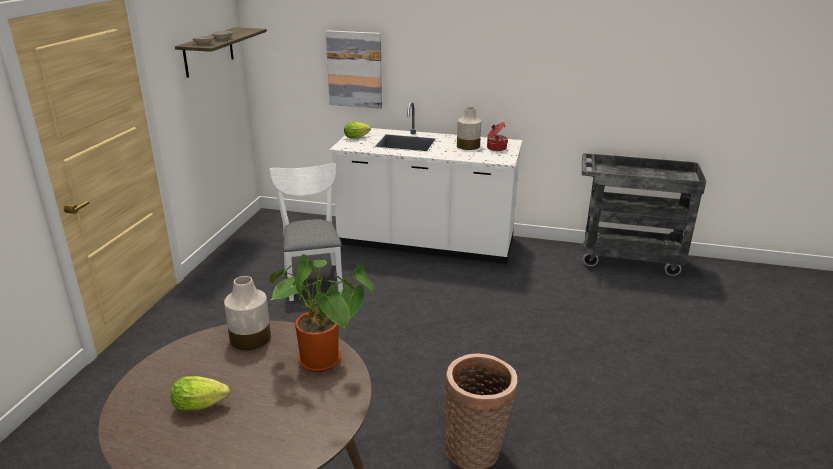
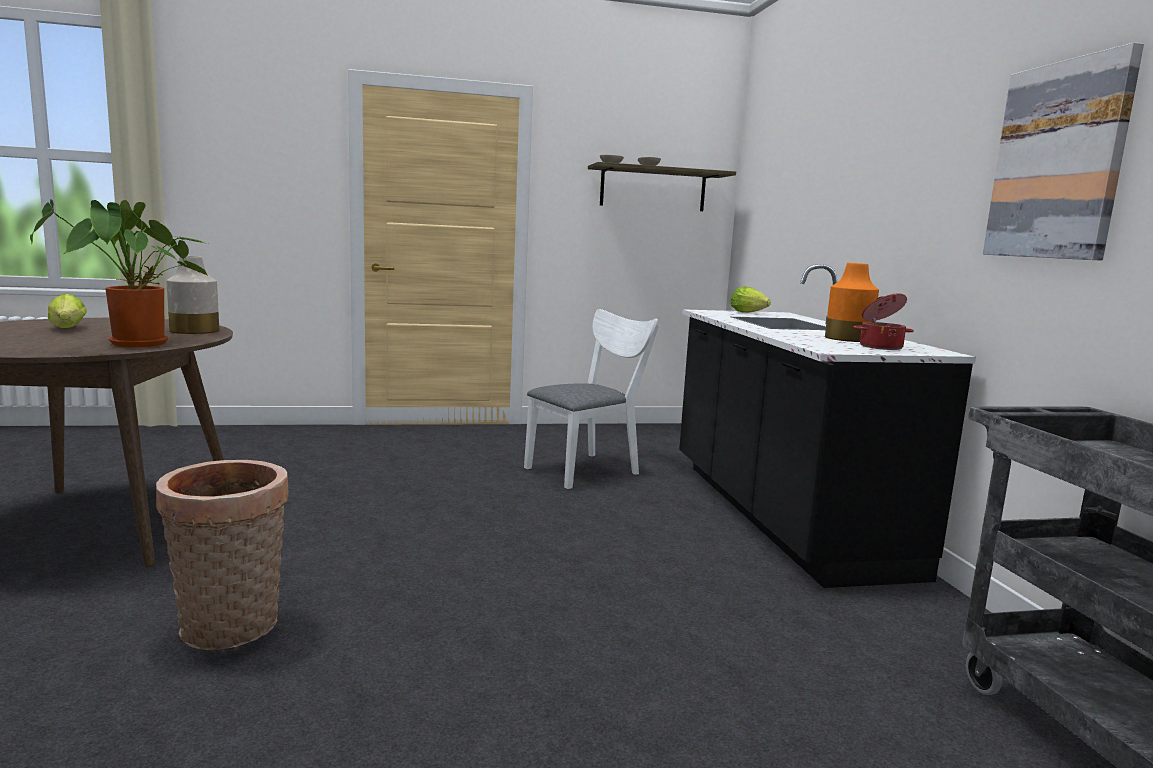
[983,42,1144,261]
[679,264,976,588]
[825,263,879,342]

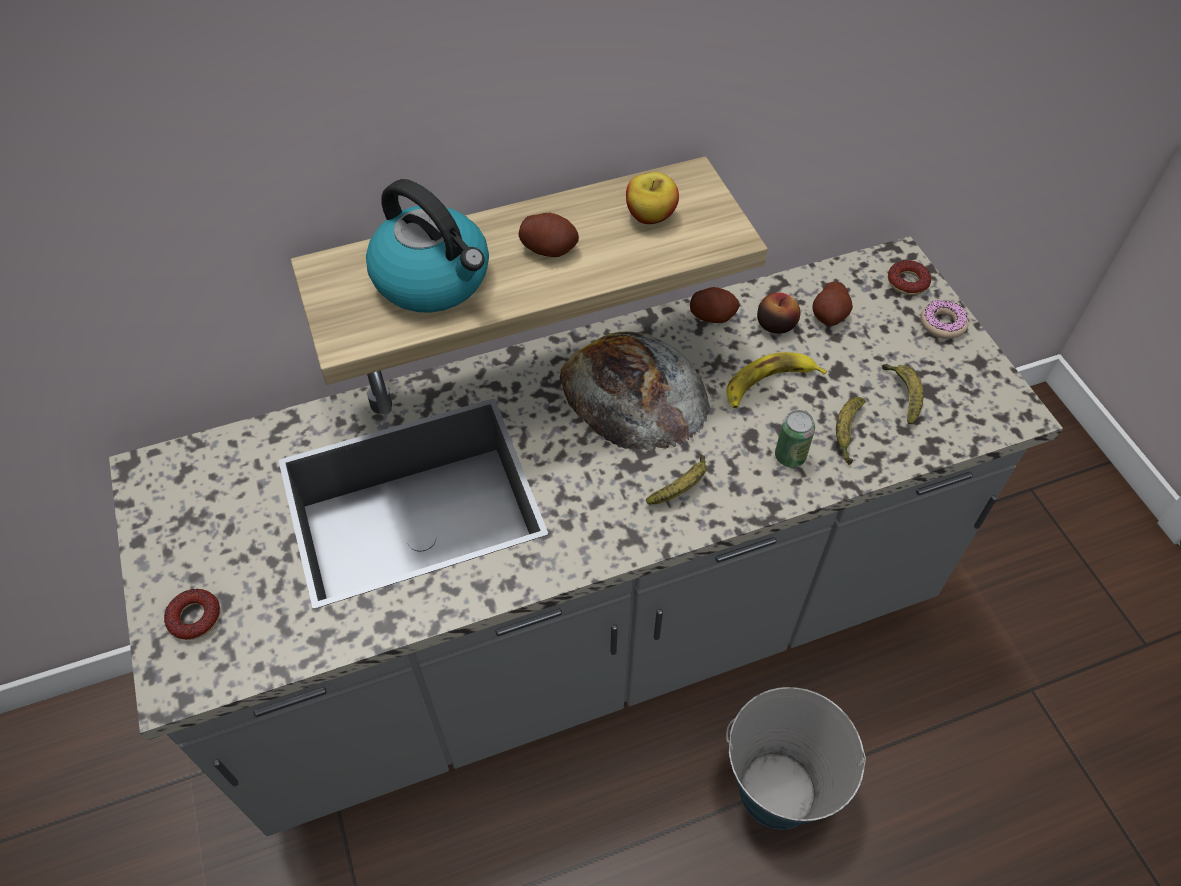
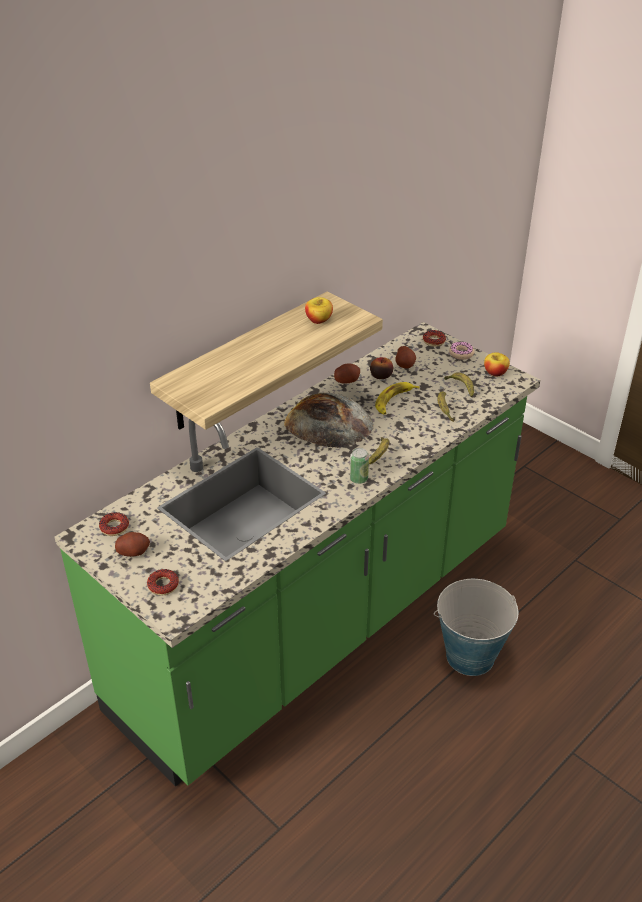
[54,322,540,787]
[366,179,489,313] (first image)
[115,532,150,557]
[350,448,369,484]
[99,512,129,536]
[484,352,510,376]

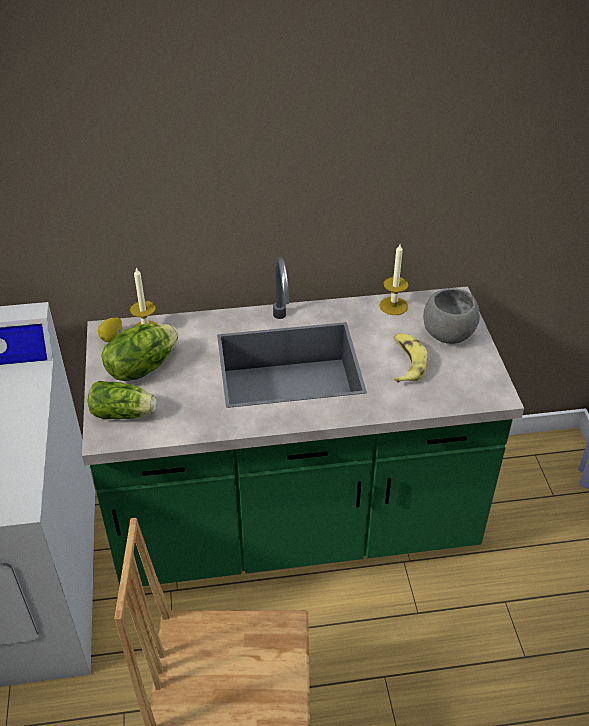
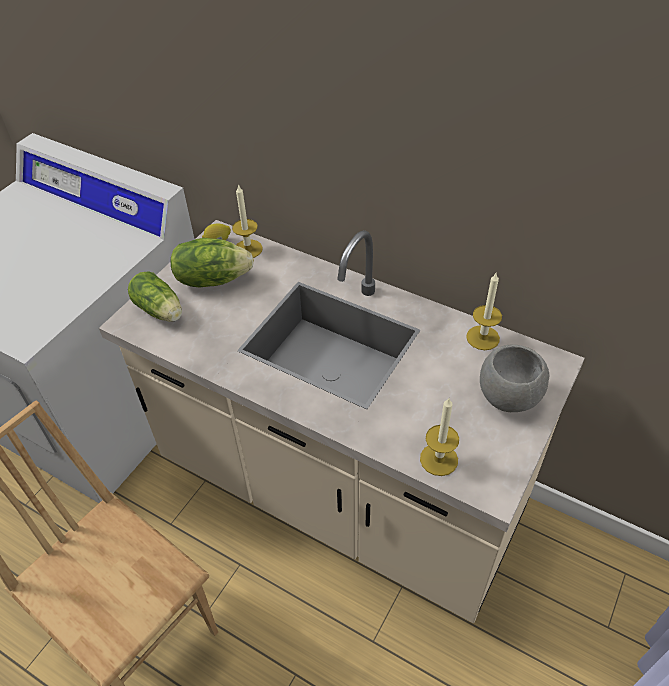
[99,220,585,623]
[394,333,428,383] (first image)
[420,398,459,476]

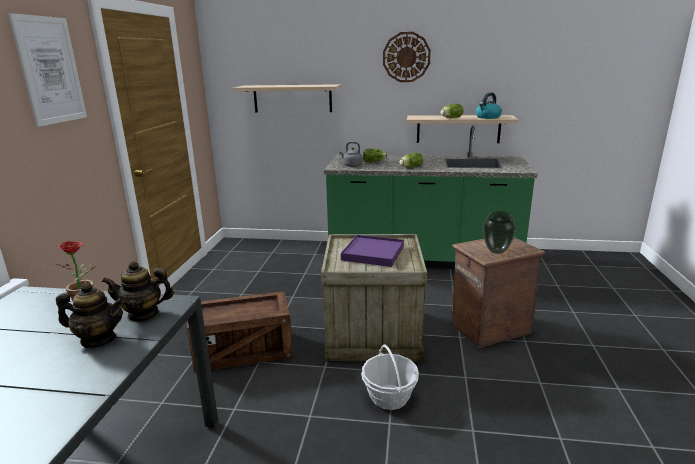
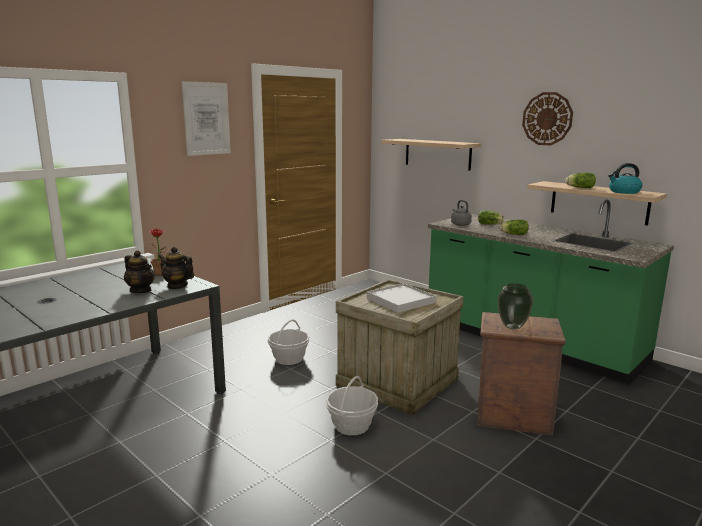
[268,319,309,365]
[367,283,436,313]

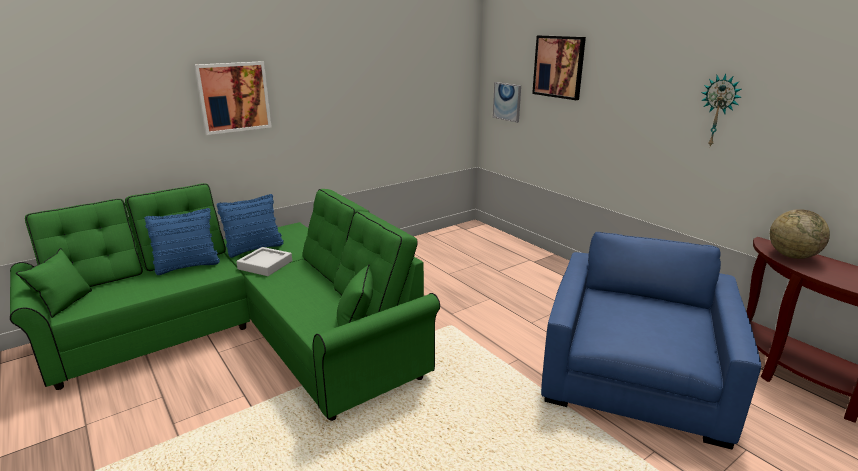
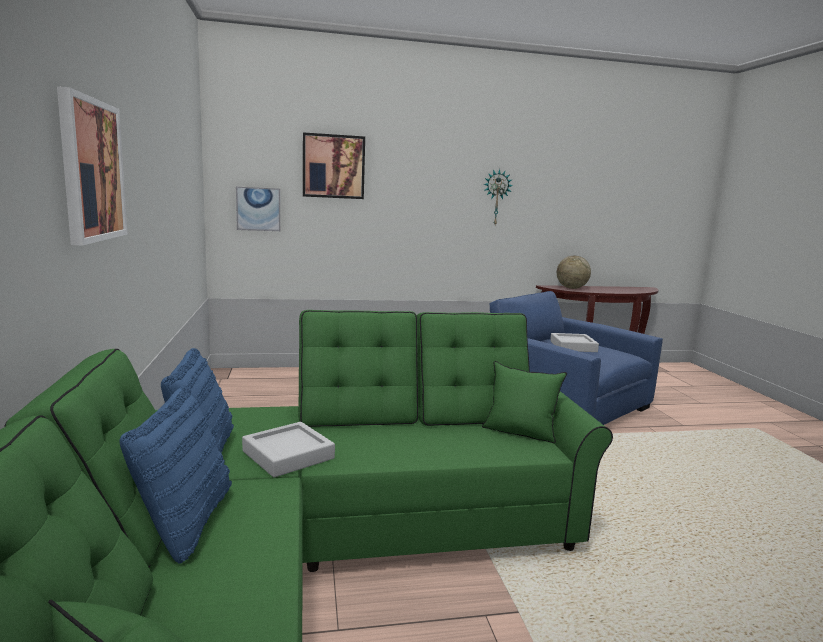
[550,333,599,352]

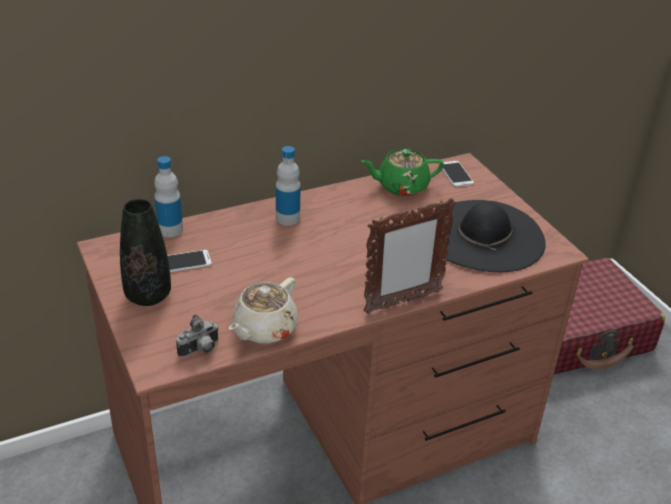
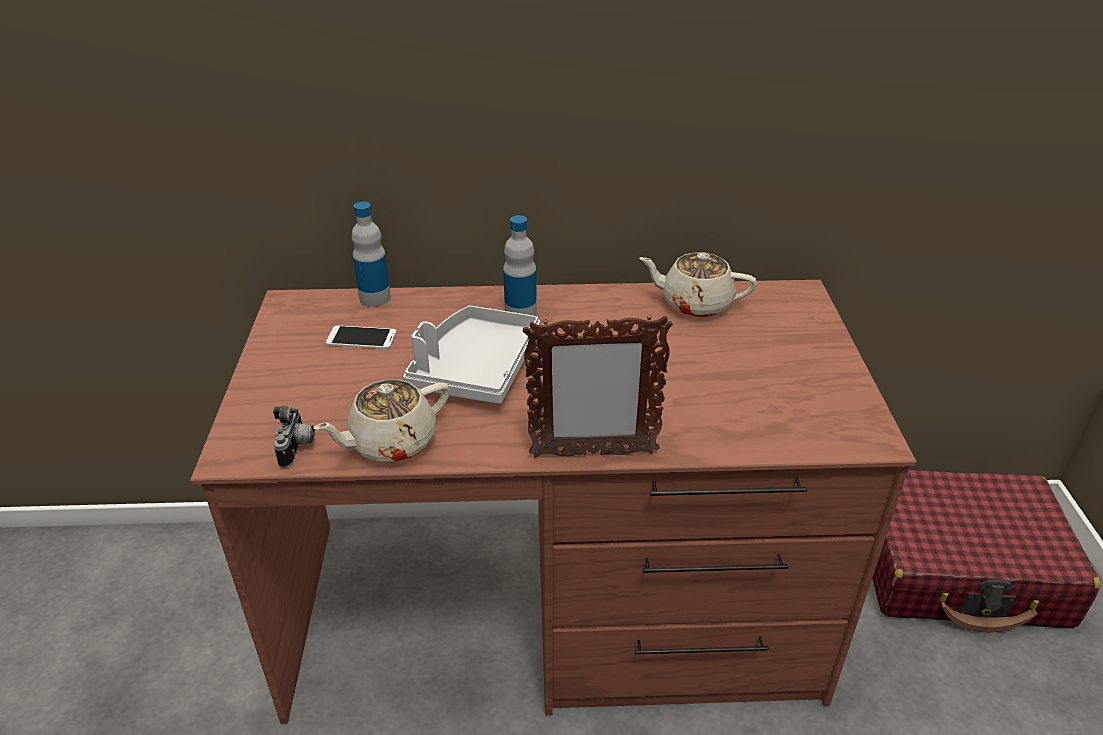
[120,199,171,306] (first image)
[273,406,315,468]
[639,252,757,318]
[429,200,546,272] (first image)
[439,161,474,187] (first image)
[403,305,540,404]

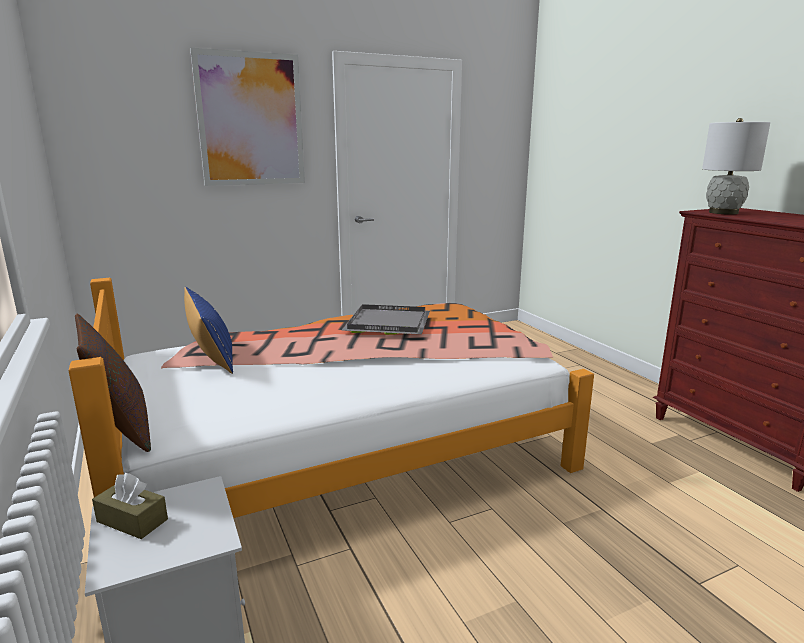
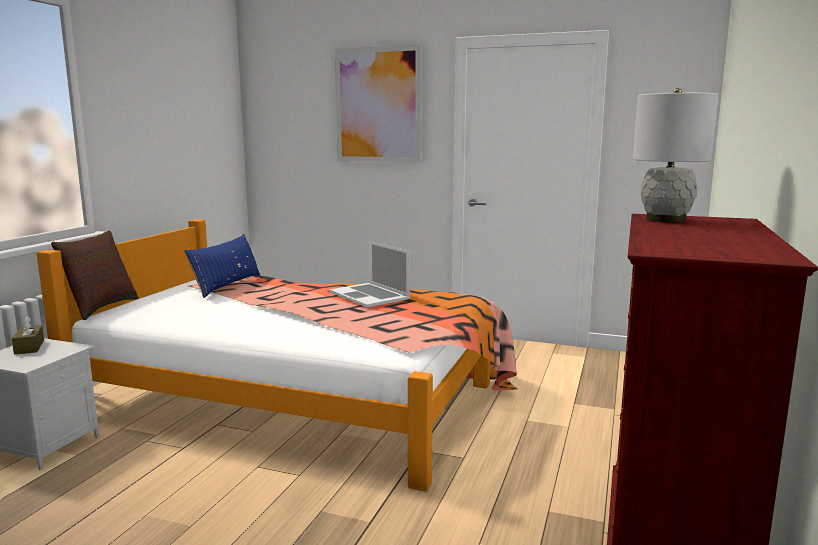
[329,241,410,308]

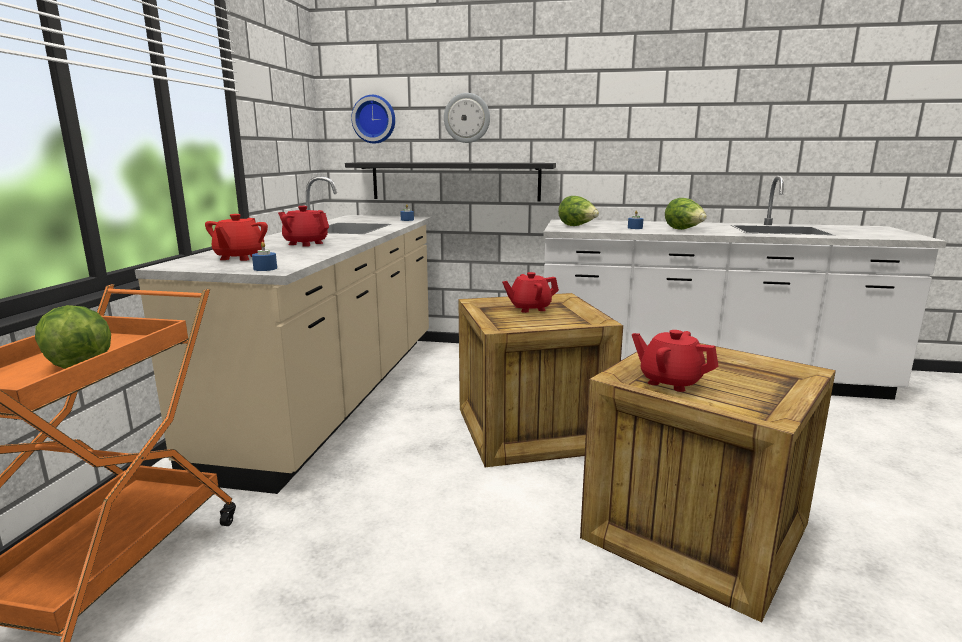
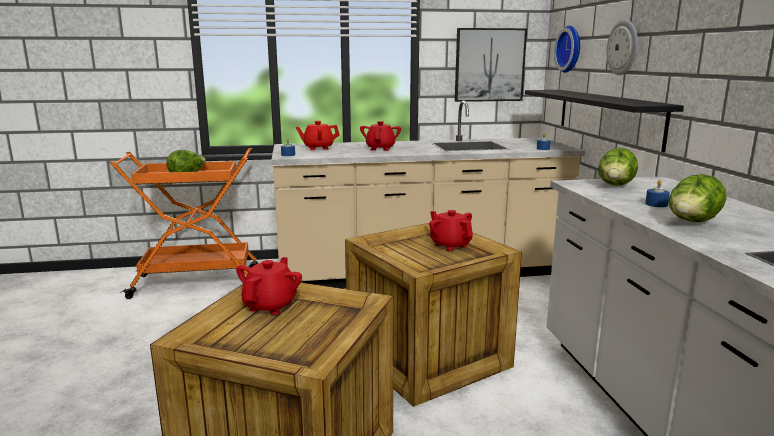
[455,28,527,102]

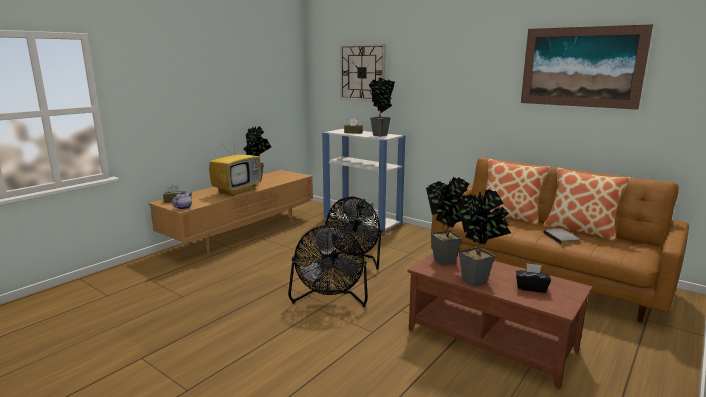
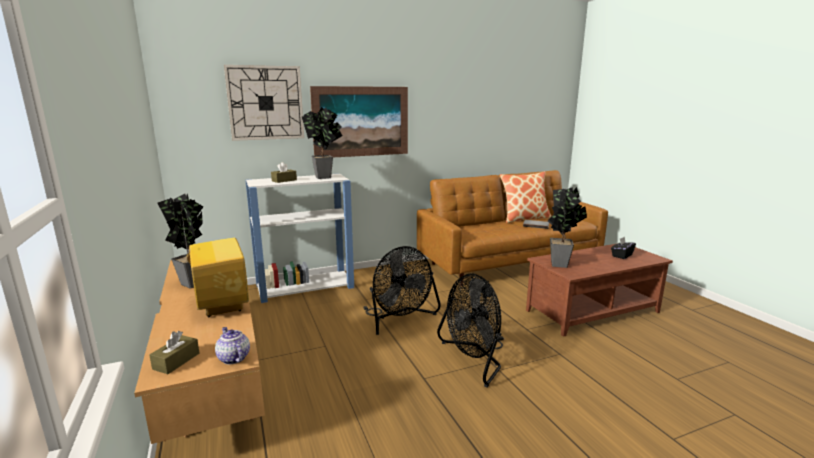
[437,273,505,388]
[458,189,511,286] (first image)
[486,158,552,226] (first image)
[310,86,408,157]

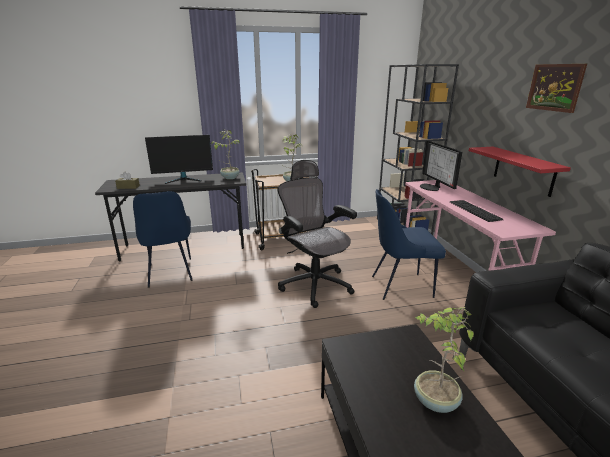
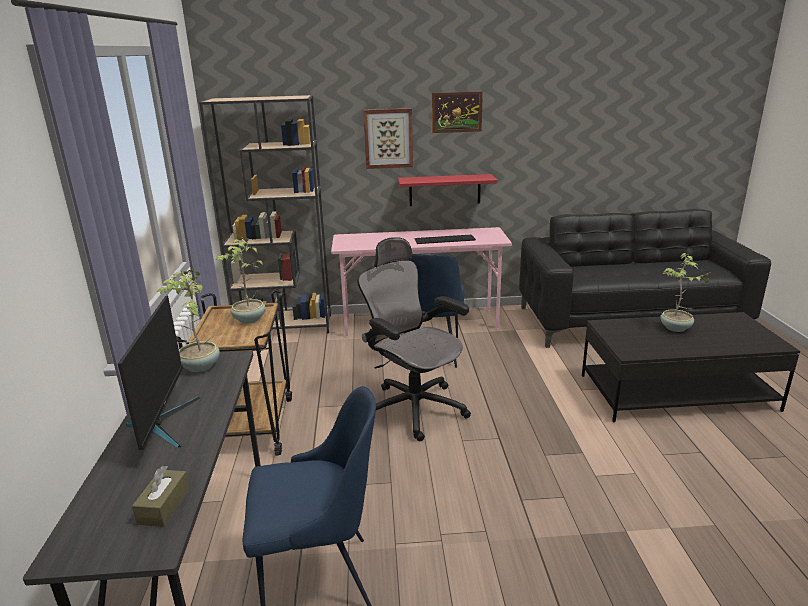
[357,237,471,441]
[420,141,462,191] (first image)
[363,108,413,169]

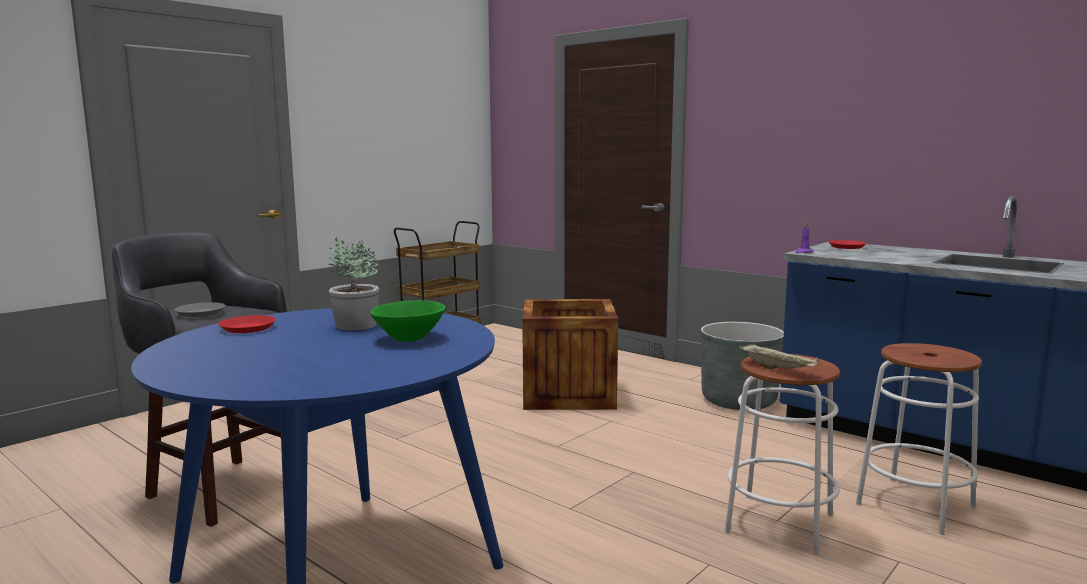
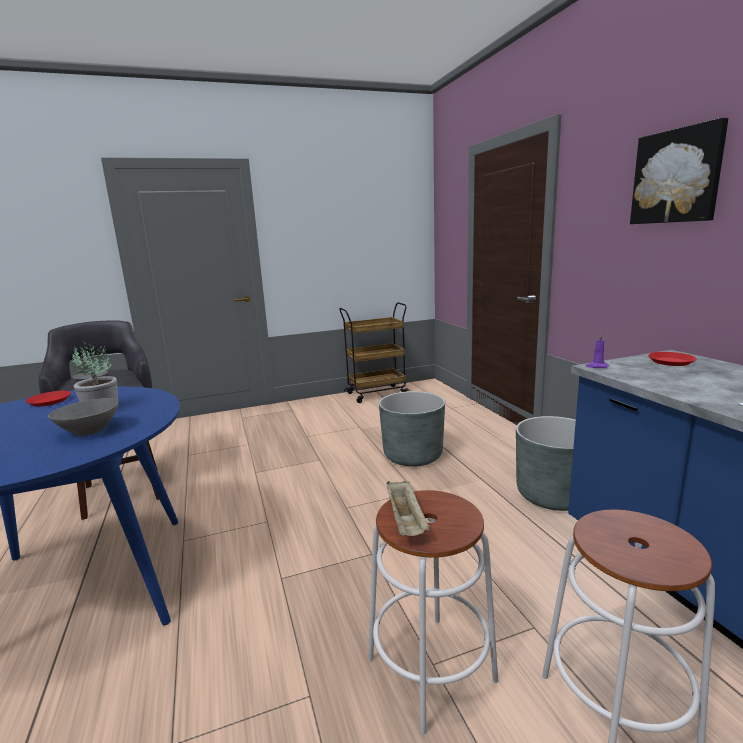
[48,398,119,436]
[379,391,445,467]
[630,118,728,224]

